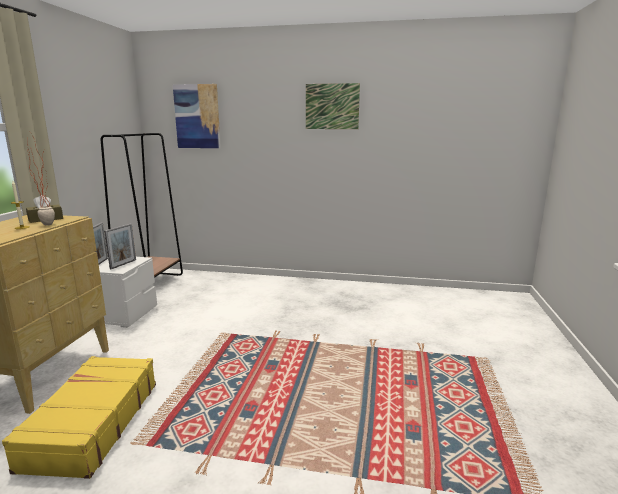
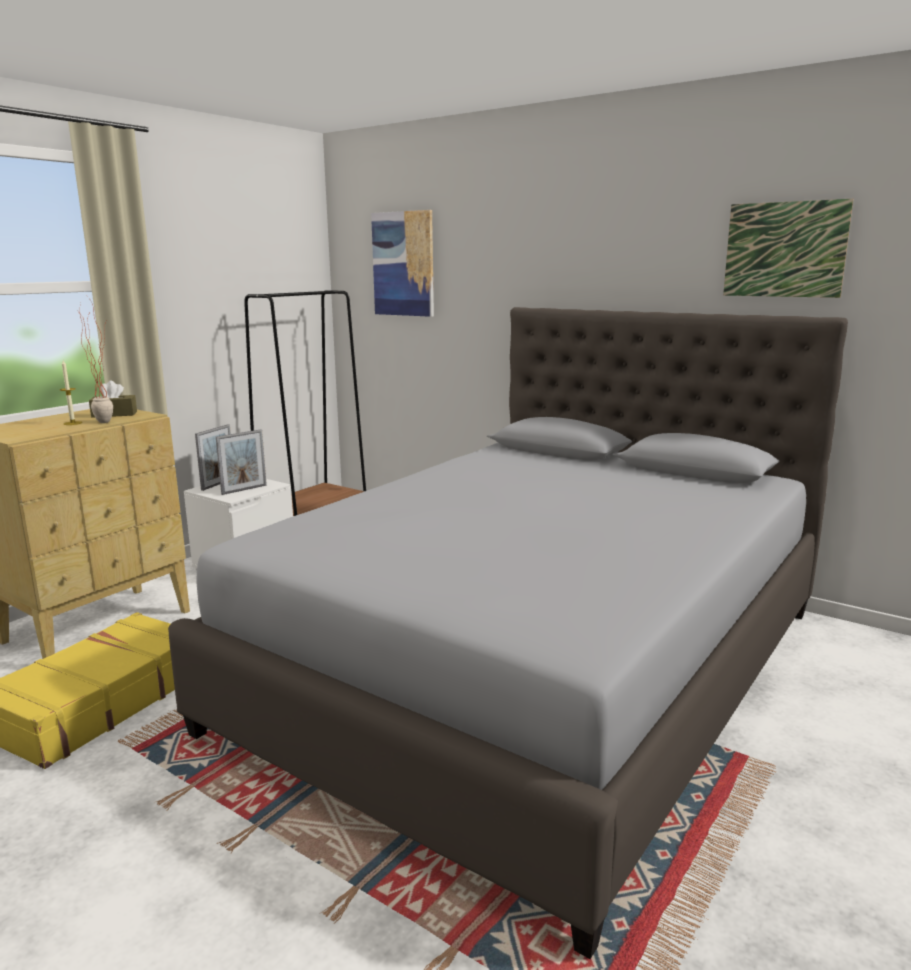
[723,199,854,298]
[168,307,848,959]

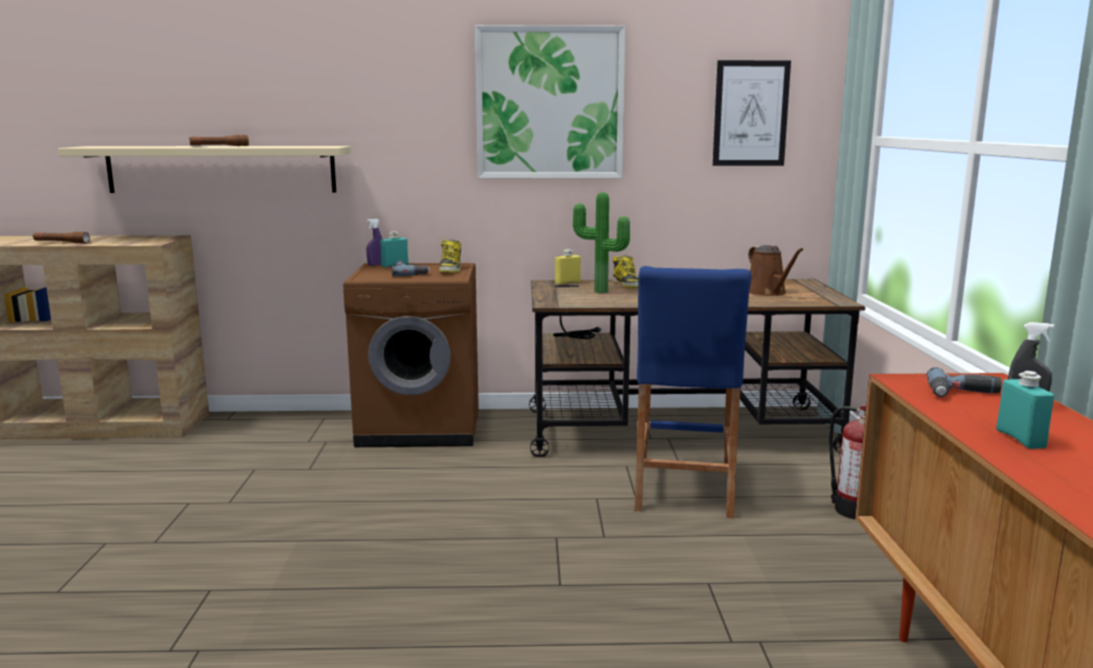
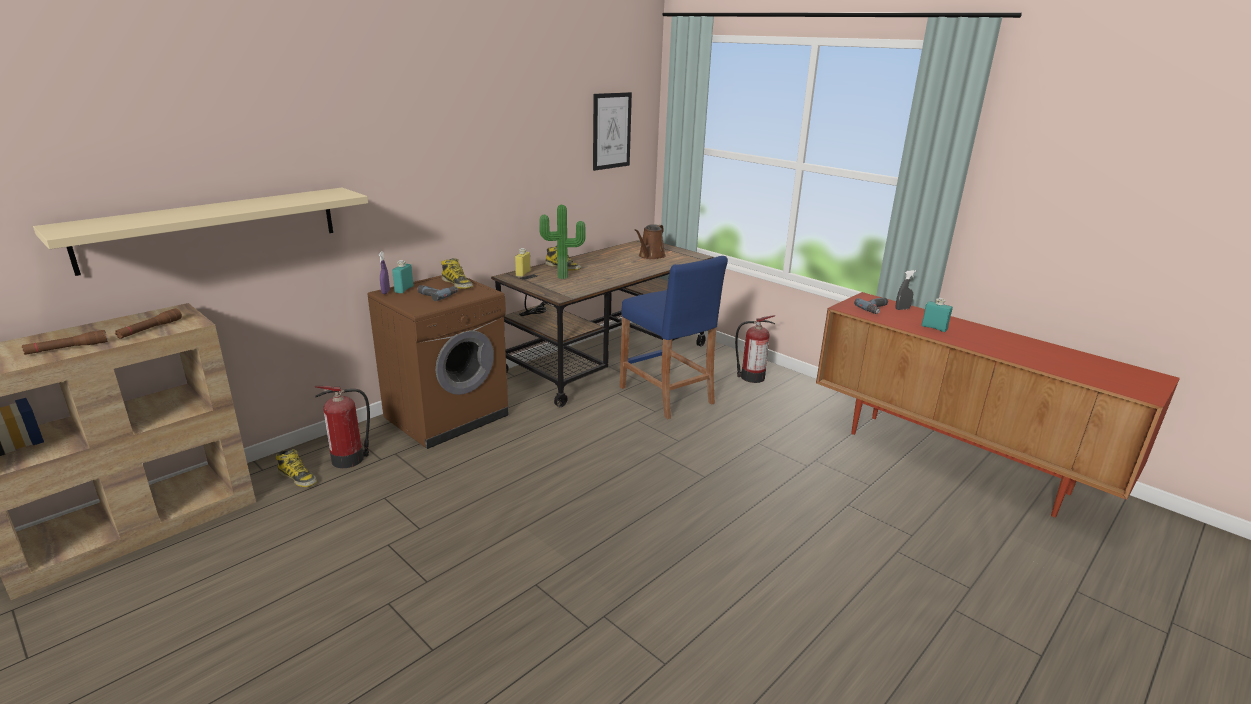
[115,308,182,339]
[475,25,626,178] (first image)
[635,224,666,259]
[276,449,317,487]
[315,386,370,468]

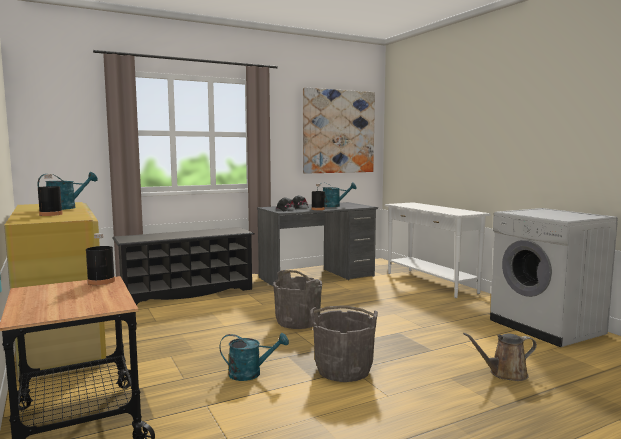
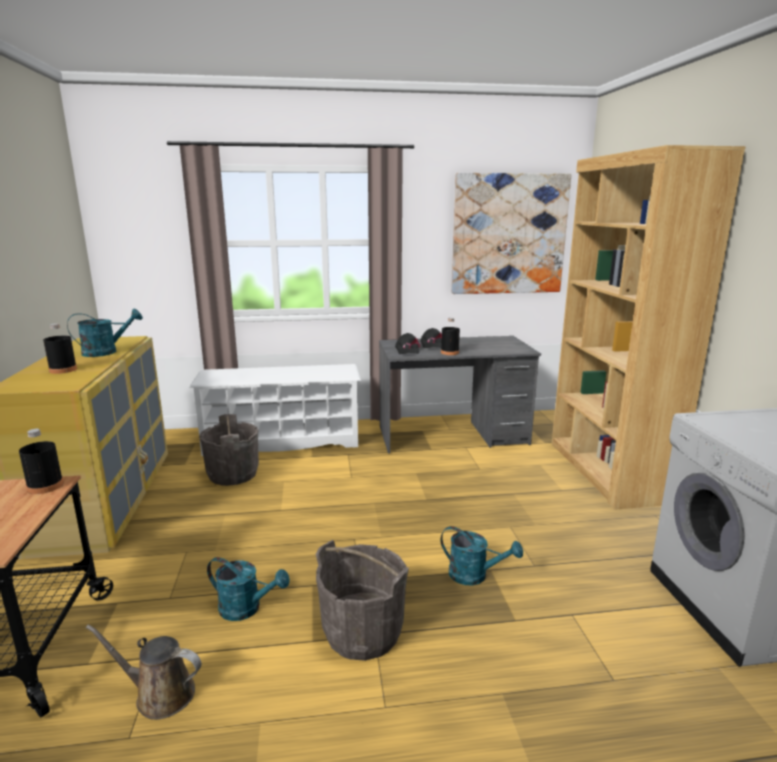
[189,364,361,456]
[199,414,259,486]
[440,526,523,586]
[552,145,746,510]
[86,624,202,720]

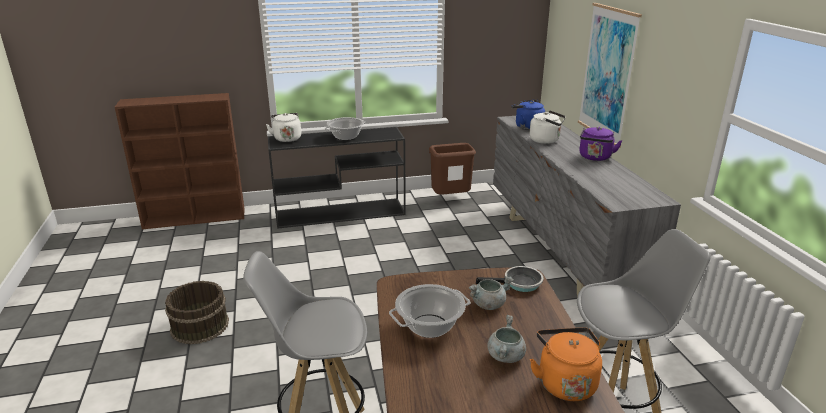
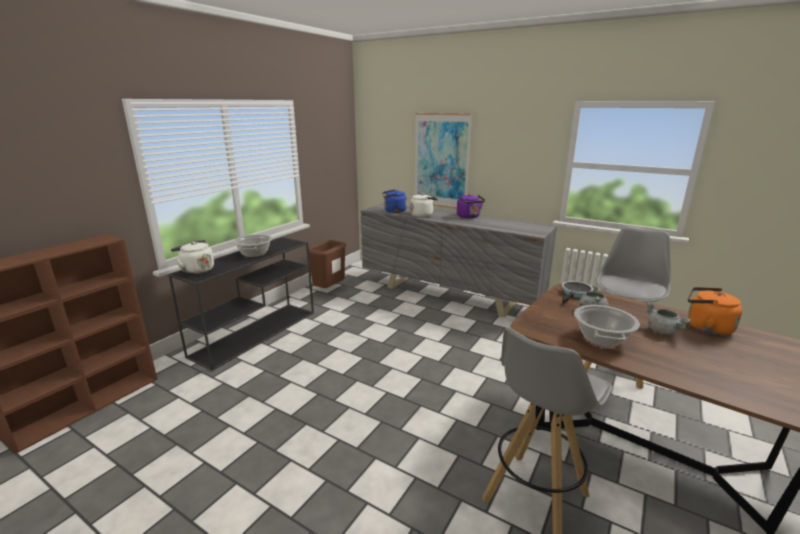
[165,281,229,344] (first image)

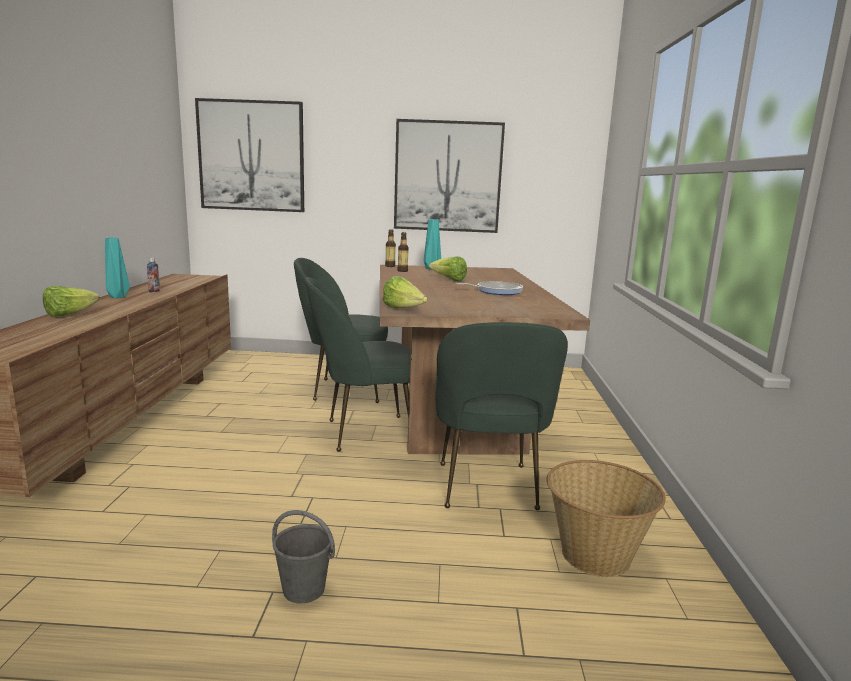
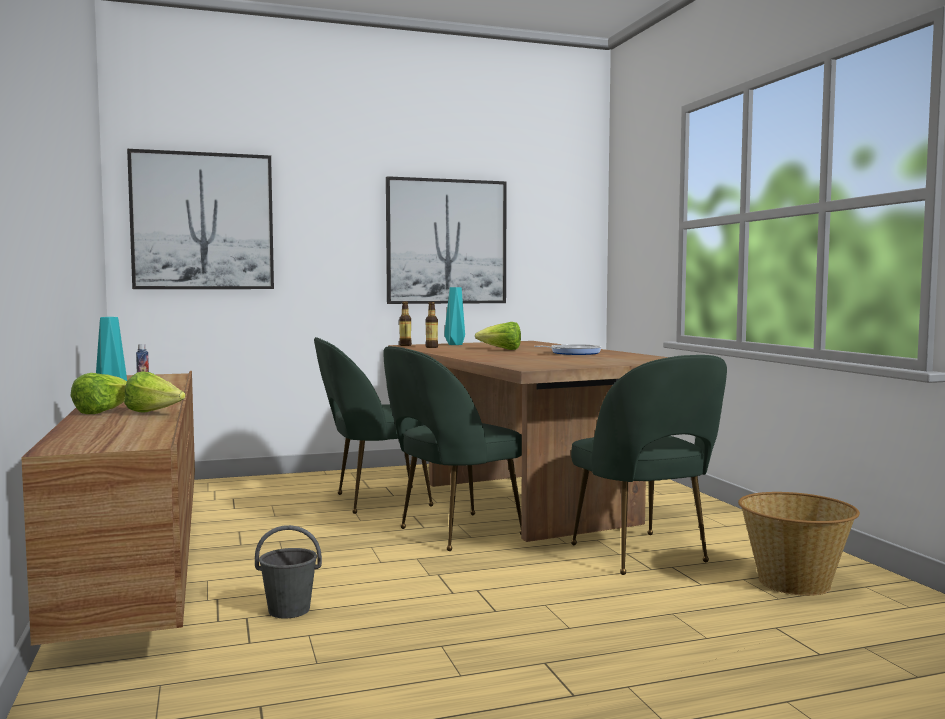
[255,525,322,618]
[124,371,185,413]

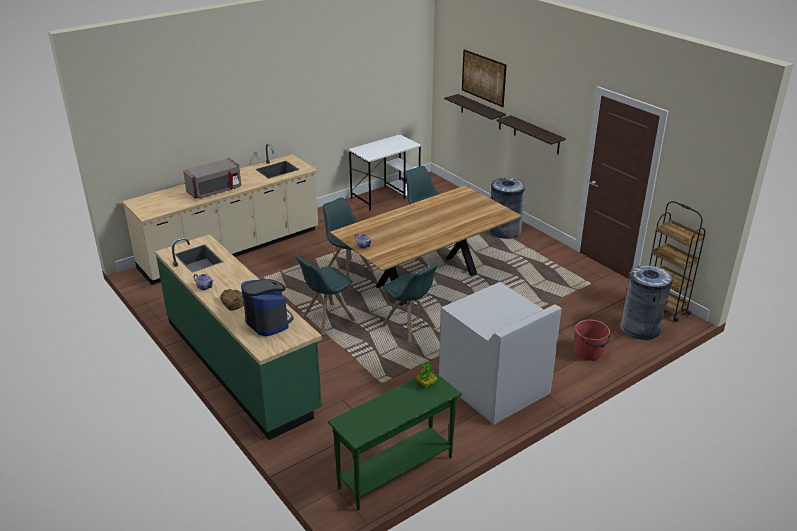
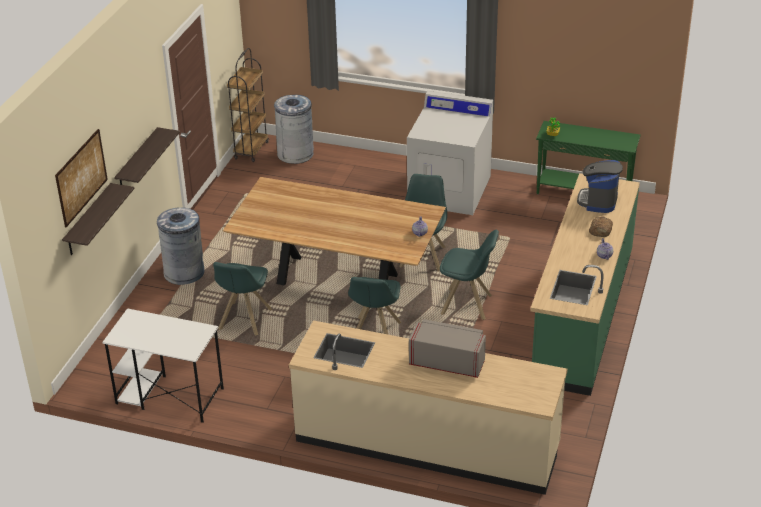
[575,320,610,361] (first image)

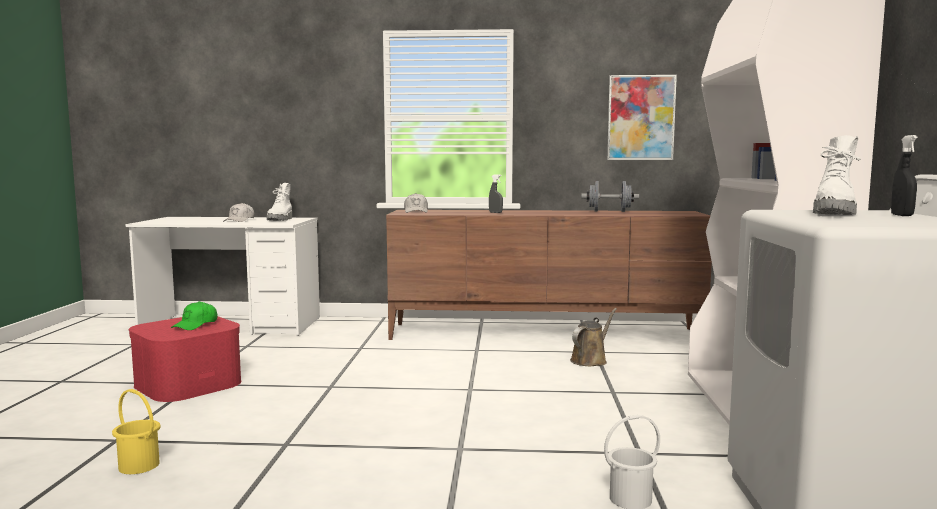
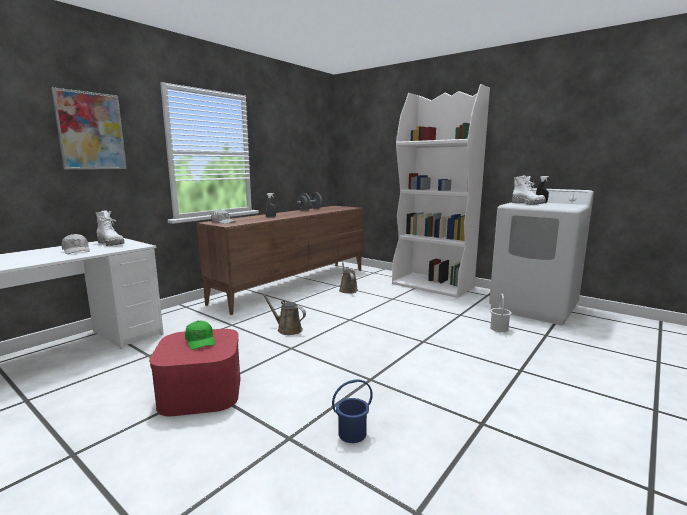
[332,379,373,443]
[51,87,127,169]
[262,294,306,335]

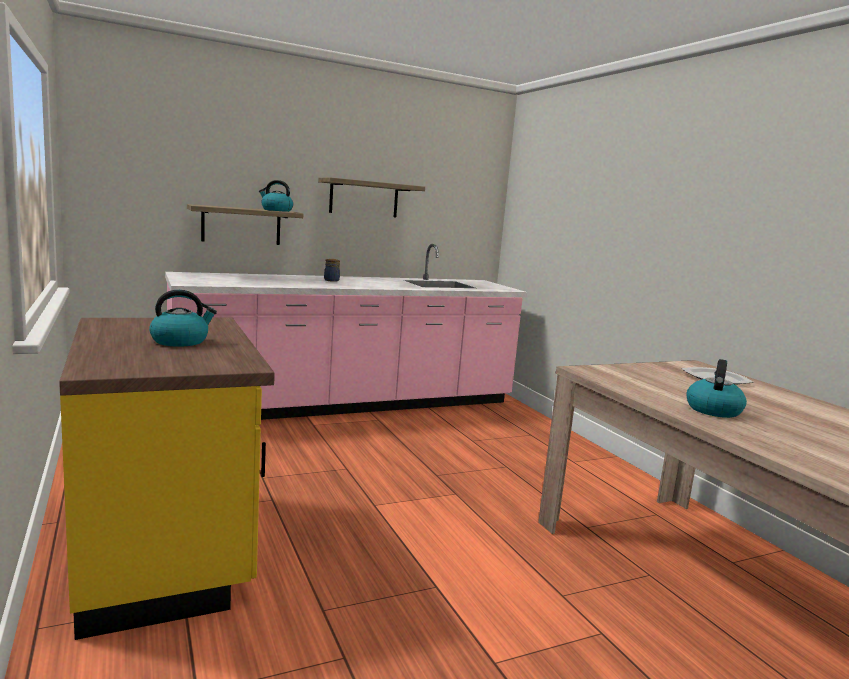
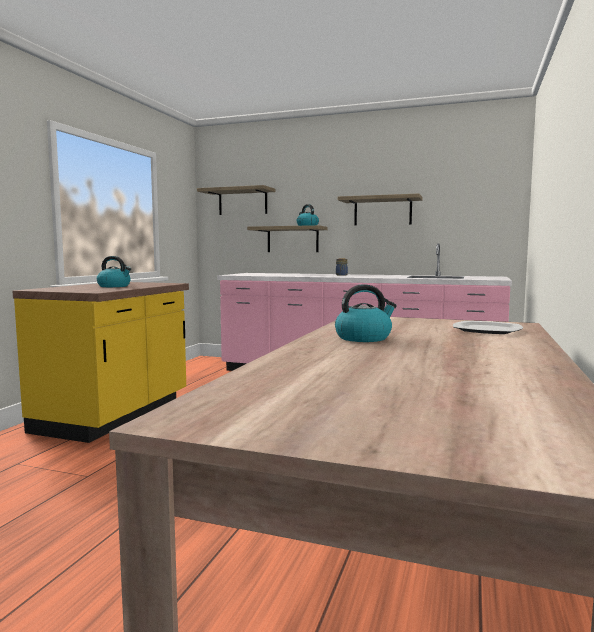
[197,185,276,215]

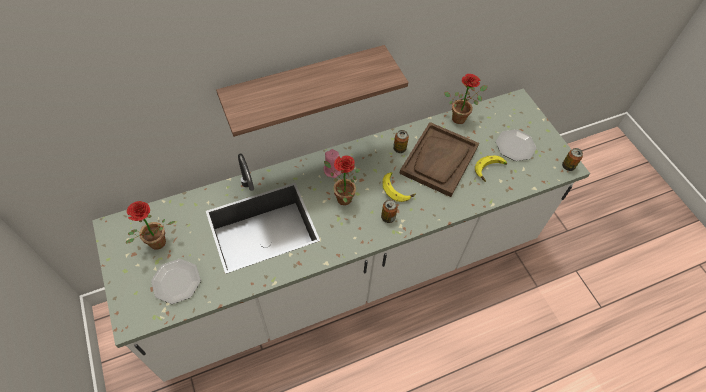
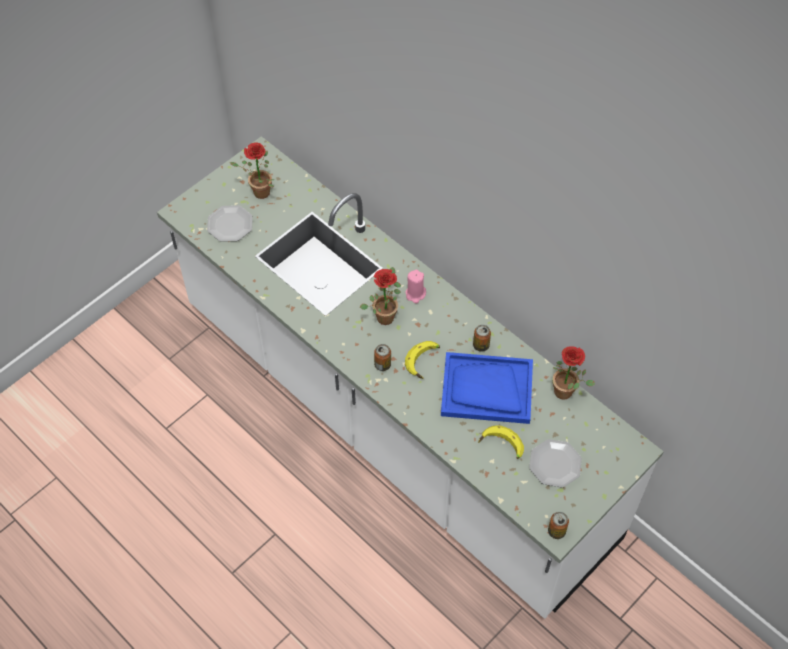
[216,45,408,137] (first image)
[441,352,533,424]

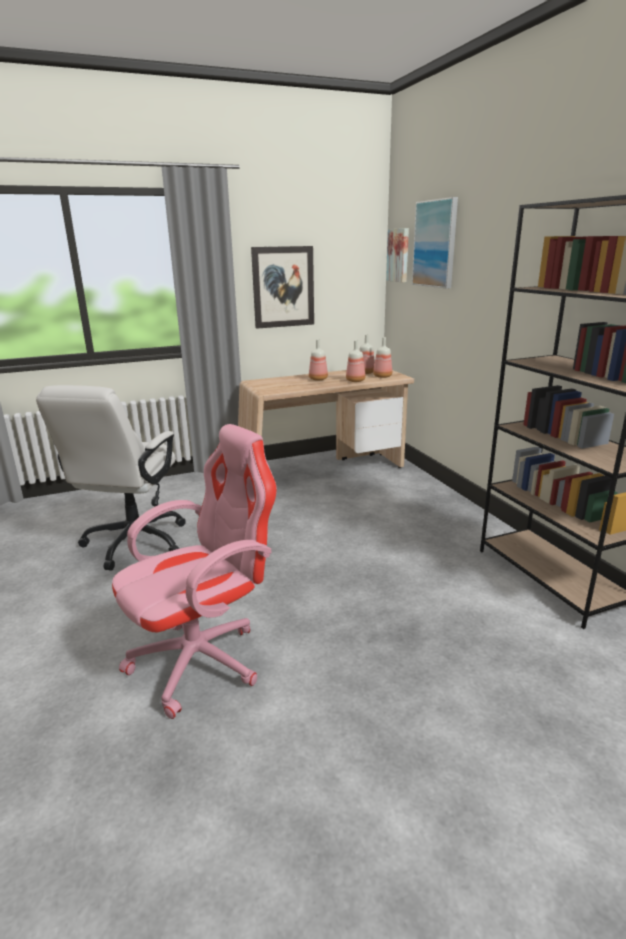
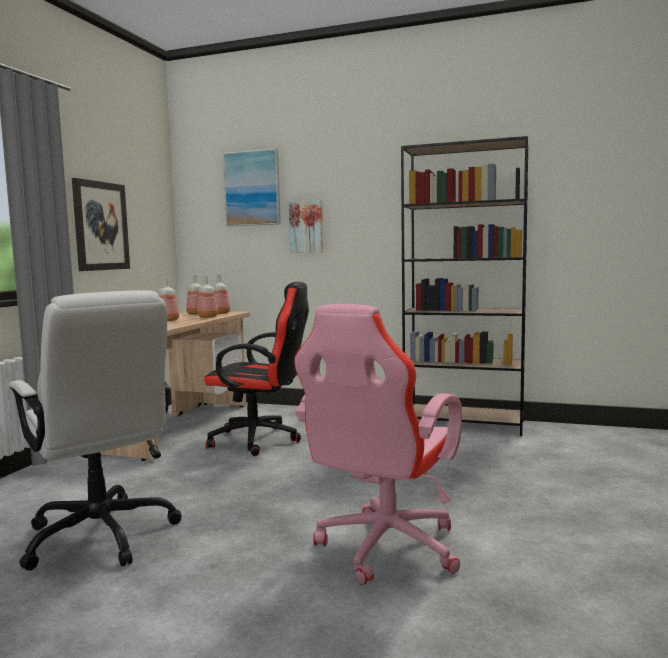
[294,304,462,585]
[289,200,323,253]
[204,282,309,456]

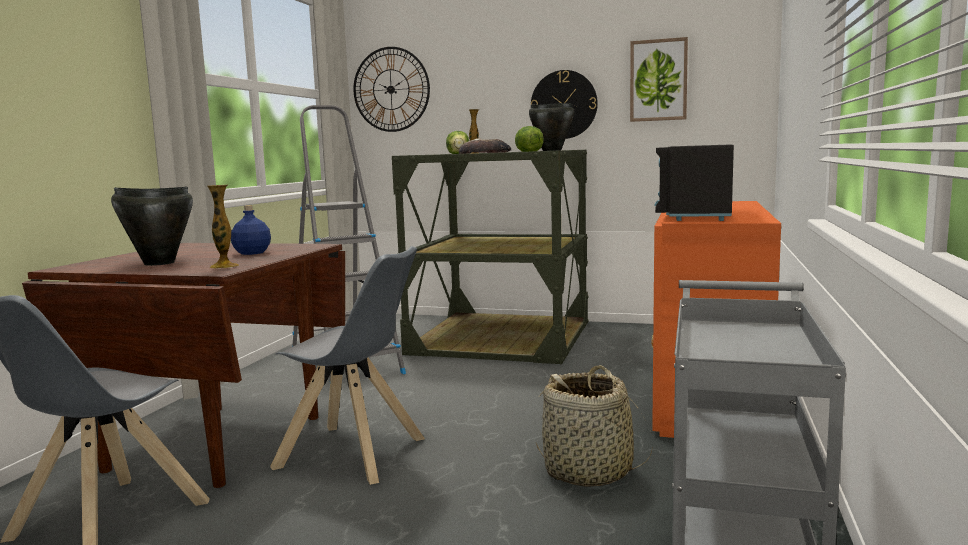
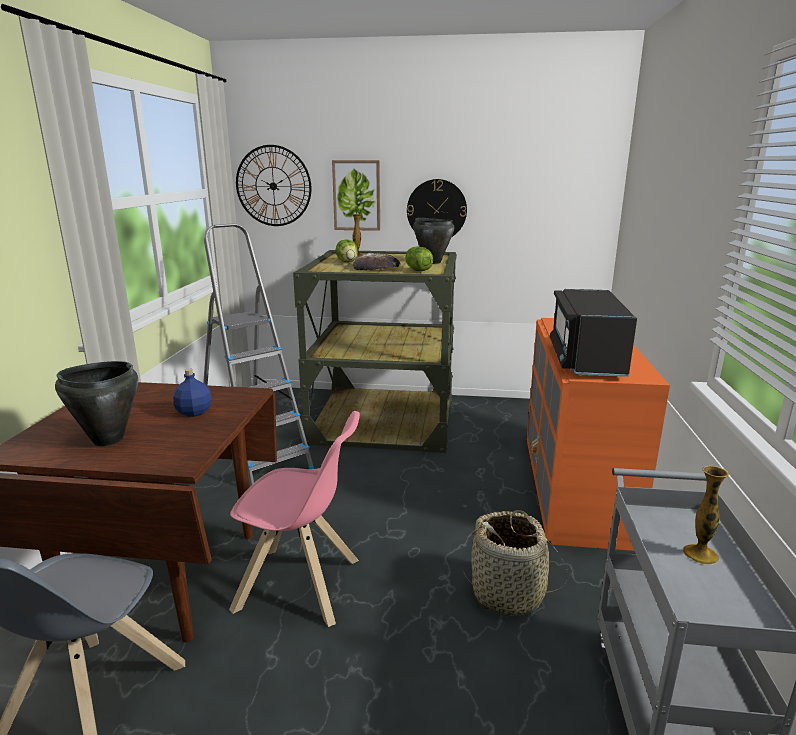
[683,466,729,565]
[229,411,360,627]
[332,160,380,231]

